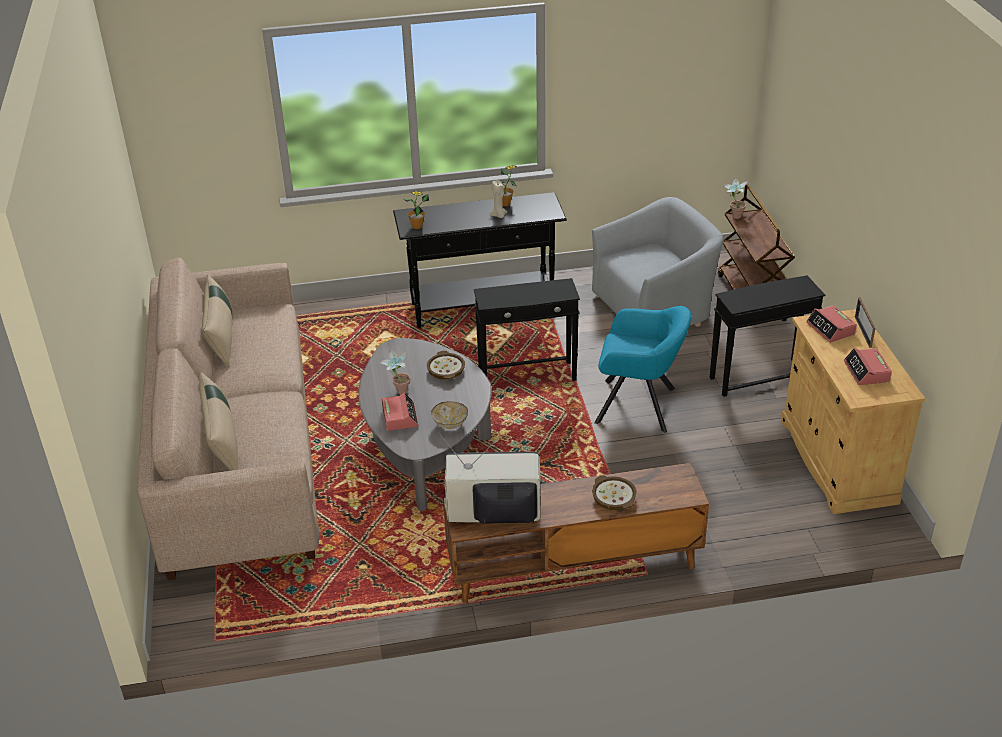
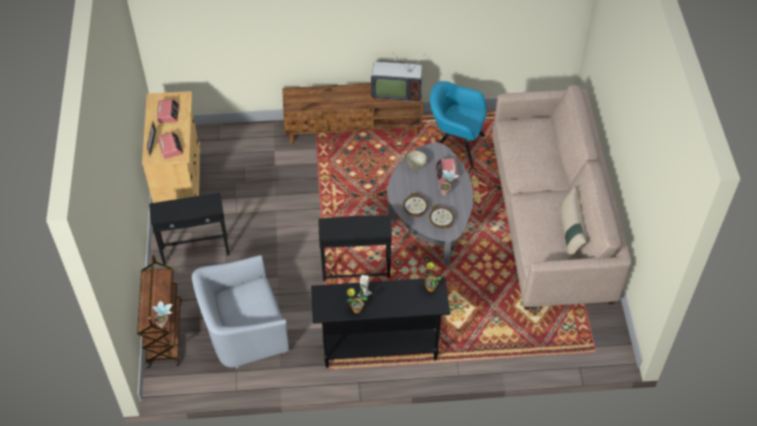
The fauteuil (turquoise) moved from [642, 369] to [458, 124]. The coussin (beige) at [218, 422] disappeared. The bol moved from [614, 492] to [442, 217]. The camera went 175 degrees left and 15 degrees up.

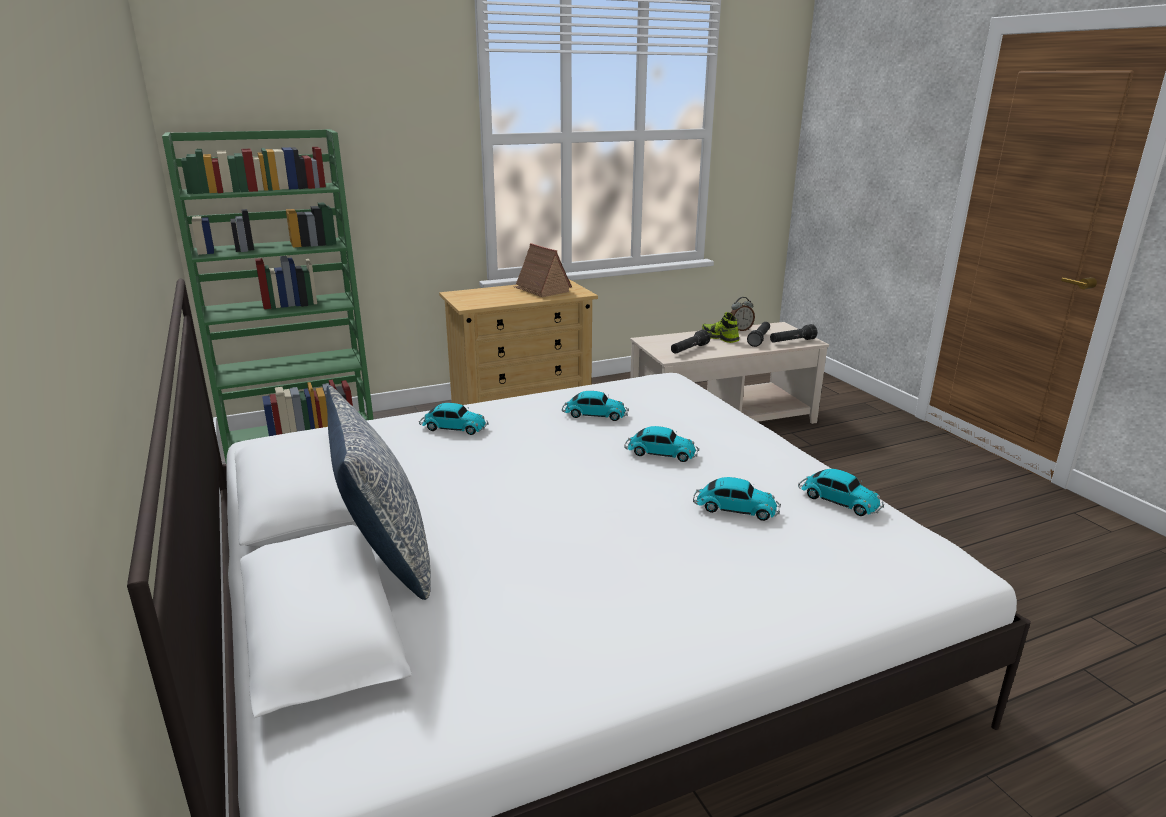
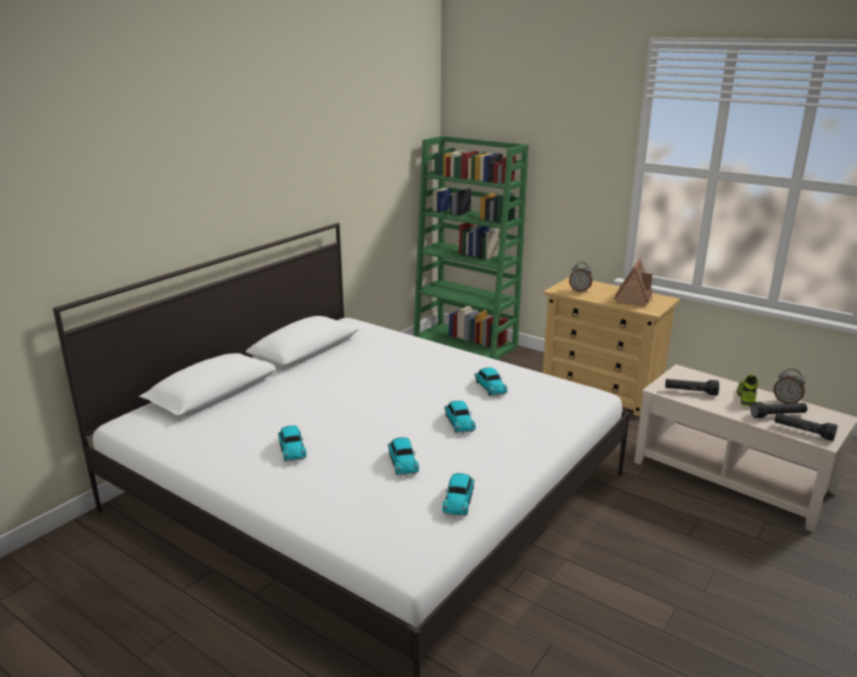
The coussin at [378, 492] disappeared. The petite voiture moved from [453, 419] to [292, 444]. The réveil at [580, 277] appeared. The camera went 60 degrees right and 0 degrees up.

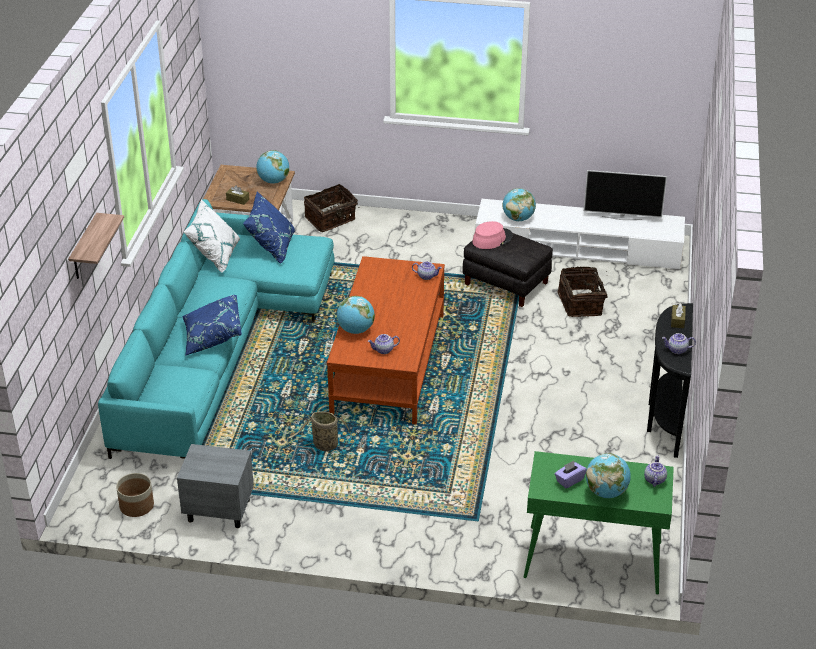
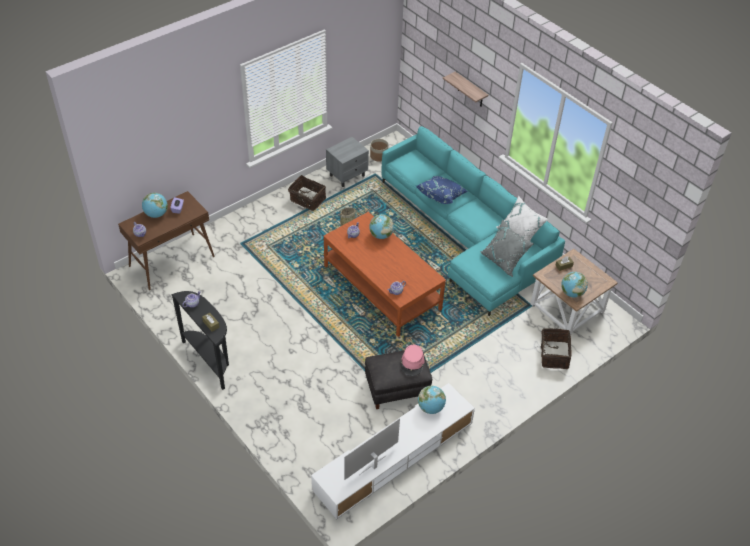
The coussin (bleu) at [269, 227] became the coussin (gris) at [507, 248]. The panier moved from [583, 291] to [307, 193]. The table console (vert) at [599, 523] became the table console (marron) at [166, 240]. The camera went 130 degrees right and 10 degrees up.

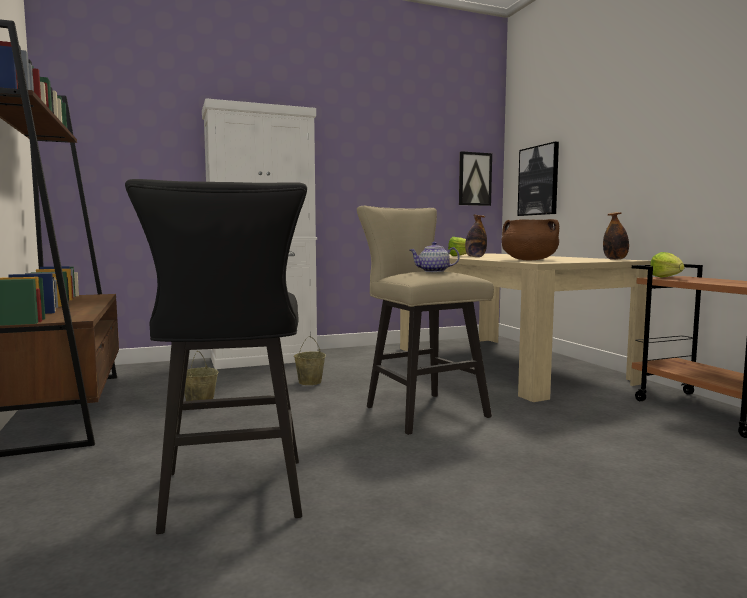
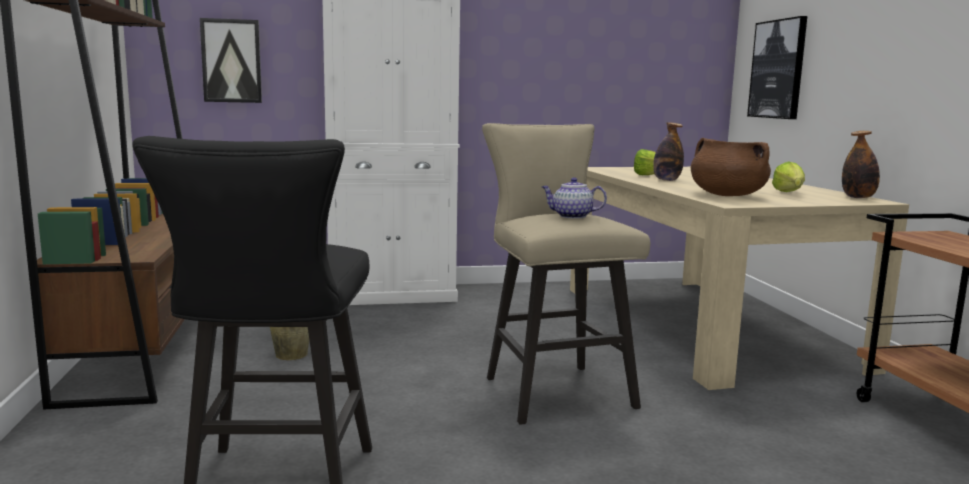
The tableau moved from [475, 178] to [231, 60]. The laitue moved from [667, 265] to [788, 176]. The seau (beige) at [310, 360] disappeared. The camera went 10 degrees right and 5 degrees up.

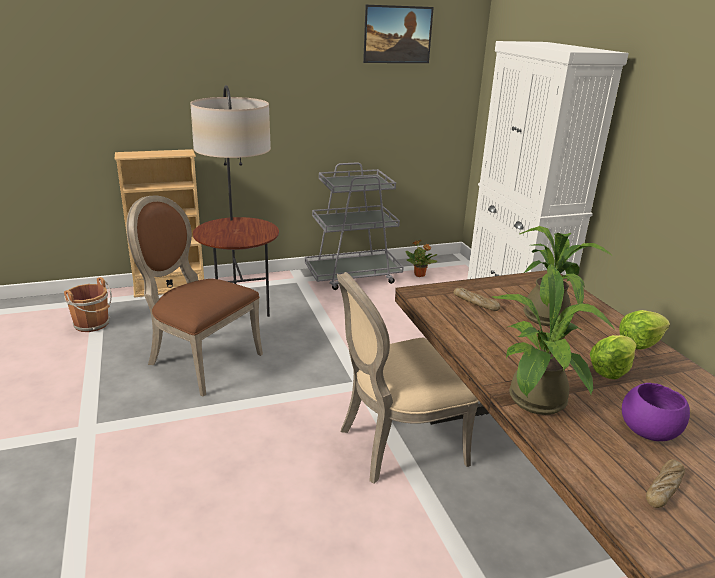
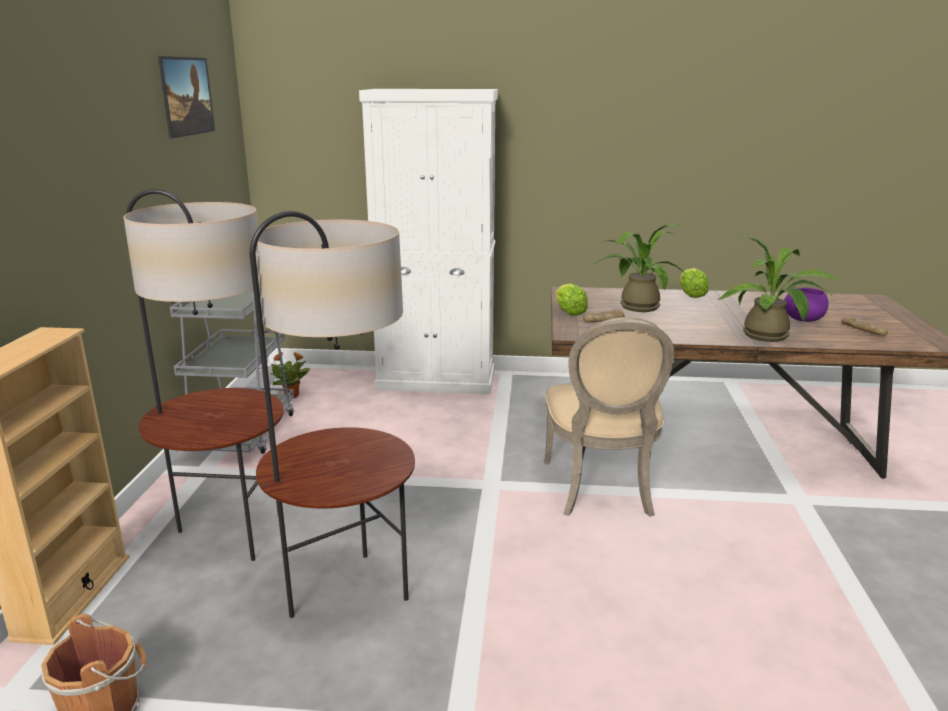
The chaise (marron) at [194, 296] was replaced by the lampadaire at [332, 414]. The laitue moved from [613, 357] to [572, 300]. The camera went 65 degrees left and 5 degrees down.

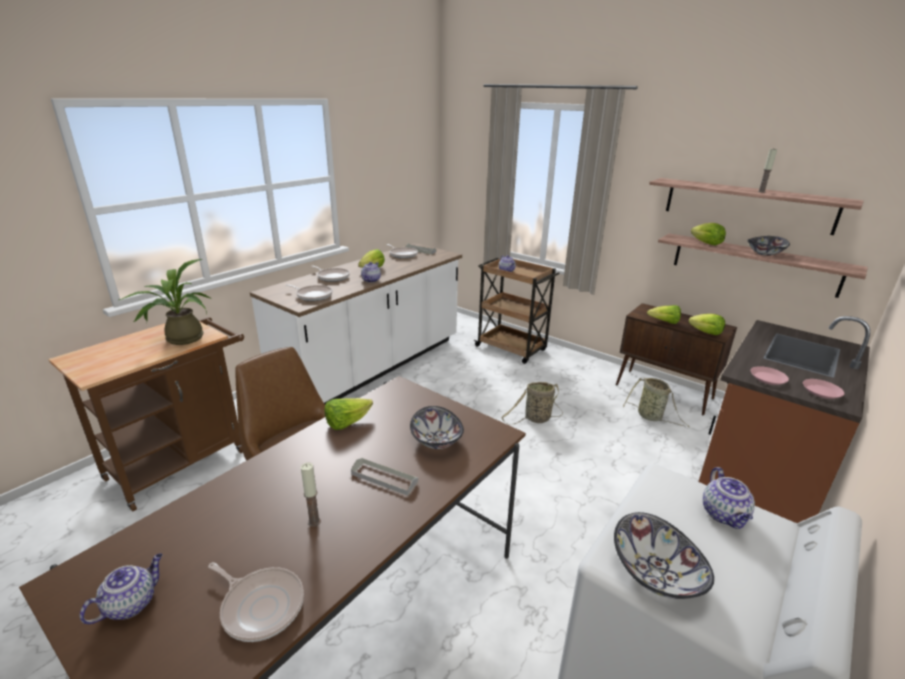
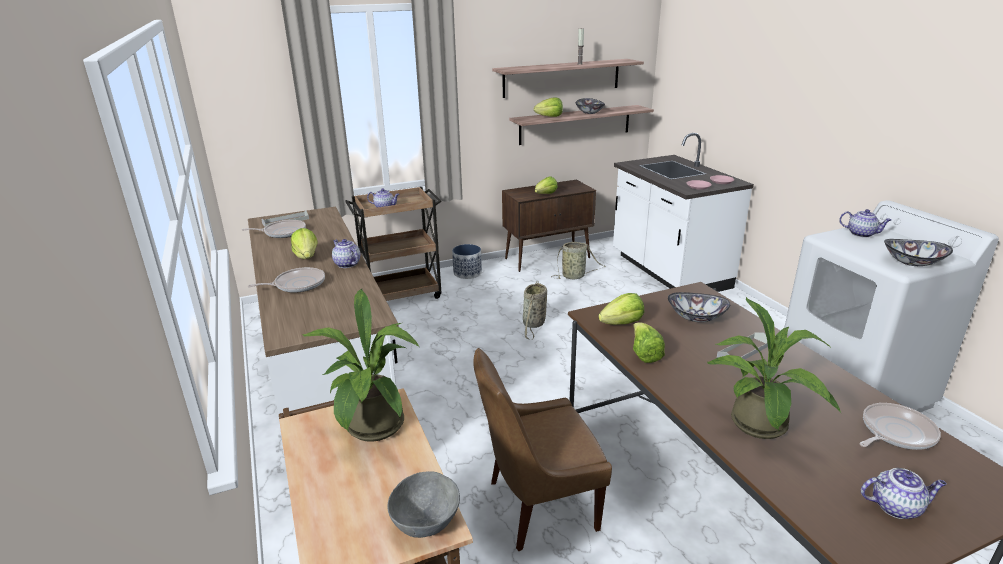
The poêle at [309, 292] disappeared. The laitue moved from [706, 324] to [621, 309]. The comptoir de cuisine (marron) at [784, 420] became the comptoir de cuisine (blanc) at [683, 212]. The bougie at [311, 494] disappeared. The théière at [121, 588] turned 120 degrees clockwise. The cache-pot at [467, 261] appeared. The plante en pot at [774, 368] appeared. The bol (gris) at [423, 505] appeared. The camera went 60 degrees left and 0 degrees up.

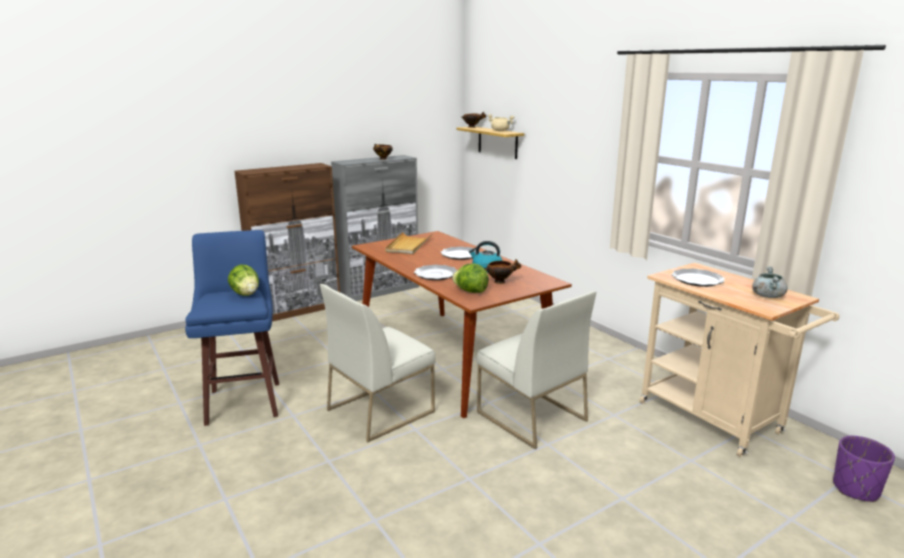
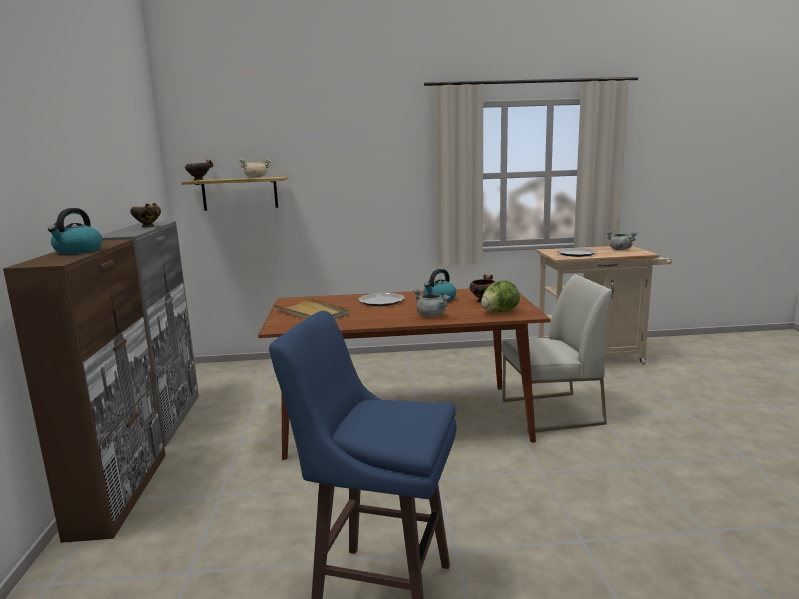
The laitue at [243, 280] disappeared. The assiette at [435, 272] was replaced by the marmite (gris) at [432, 303]. The chaise (blanc) at [378, 363] disappeared. The cache-pot (violet) at [864, 469] disappeared. The bouilloire at [75, 231] appeared. The camera went 60 degrees left and 5 degrees down.

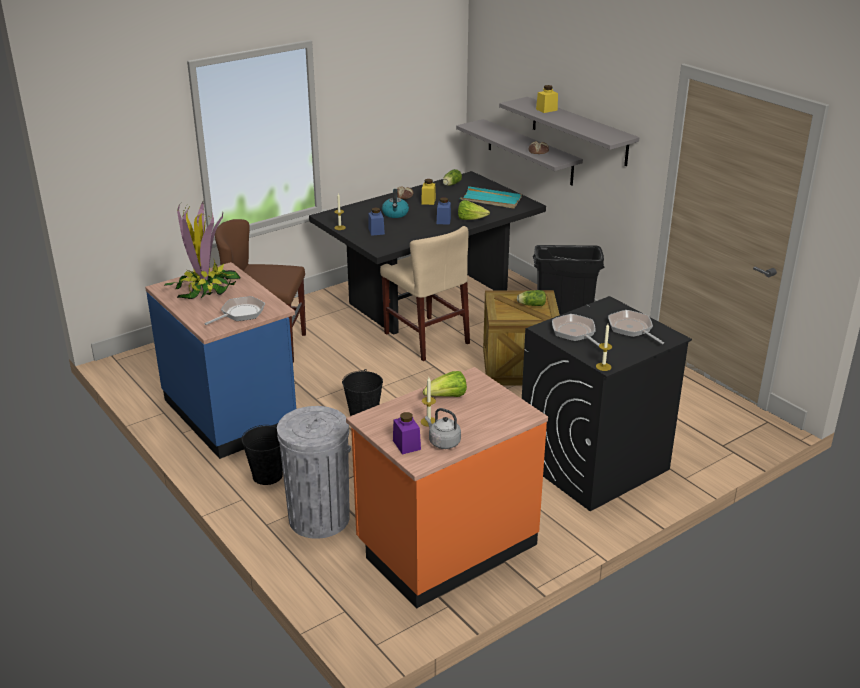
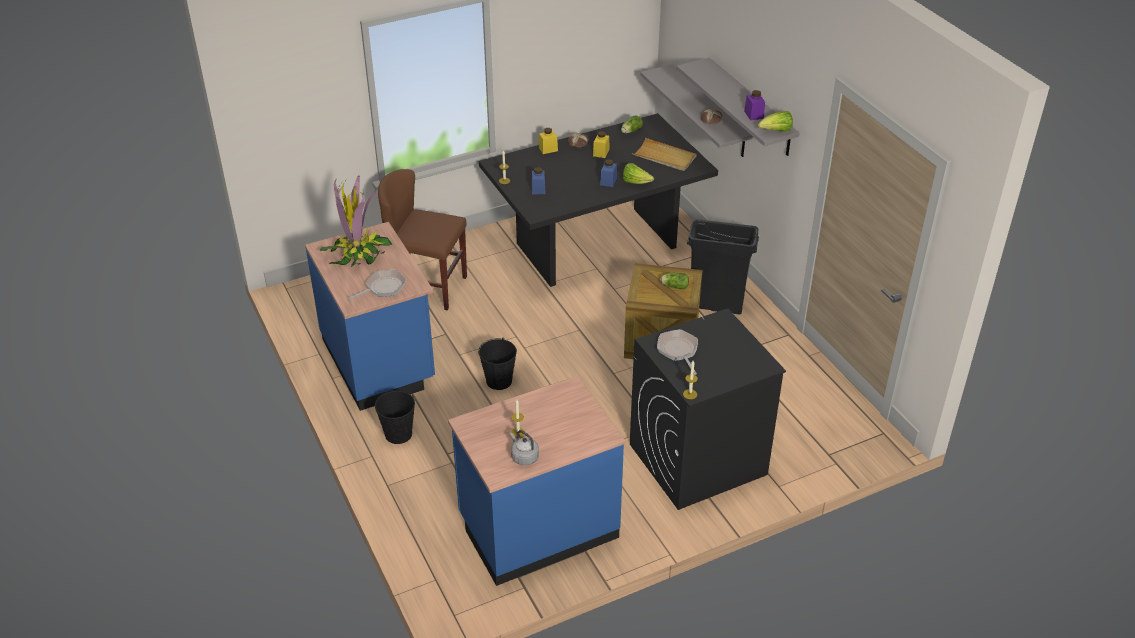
The bocal (jaune) moved from [547, 99] to [548, 141]. The plateau (turquoise) at [491, 197] became the plateau (beige) at [664, 154]. The bouilloire at [395, 203] disappeared. The chaise (beige) at [425, 293] disappeared. The poêle at [636, 327] disappeared. The comptoir de cuisine (orange) at [447, 488] became the comptoir de cuisine (bleu) at [536, 481]. The laitue moved from [445, 384] to [775, 121]. The poubelle (gris) at [314, 472] disappeared. The bocal (violet) moved from [407, 433] to [754, 105]. The camera went 10 degrees right and 10 degrees up.

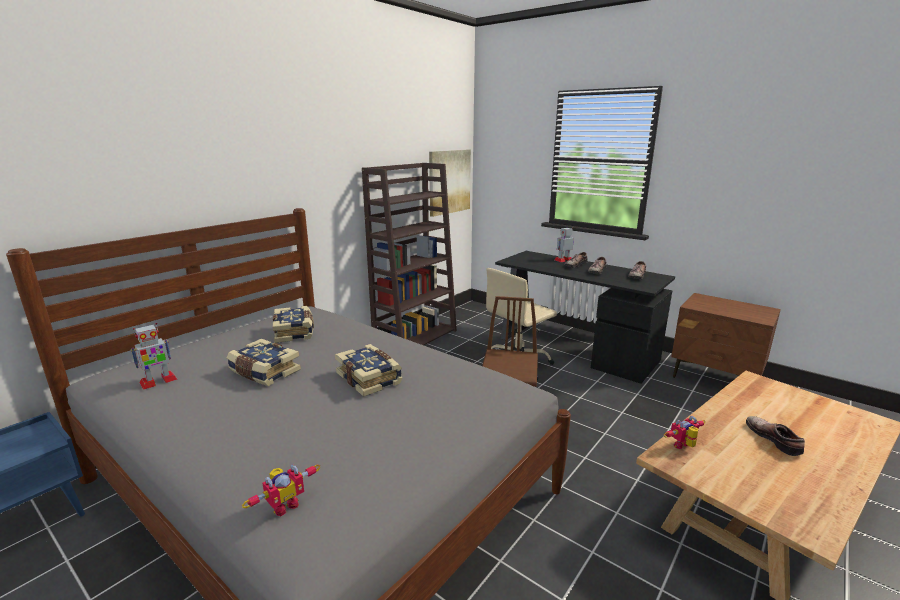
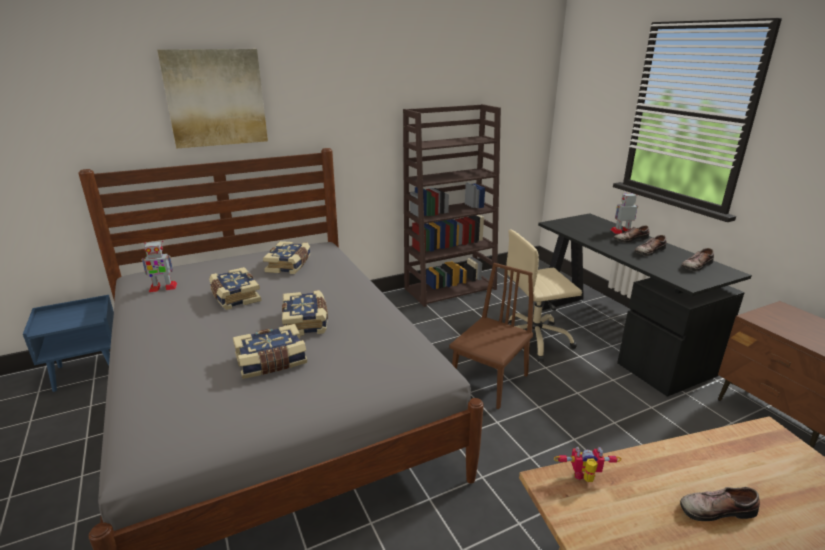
The tableau moved from [450, 183] to [212, 98]. The chaussure at [775, 436] turned 105 degrees counterclockwise. The robot jouet at [281, 490] disappeared. The livre at [270, 351] appeared. The camera went 25 degrees right and 5 degrees up.

